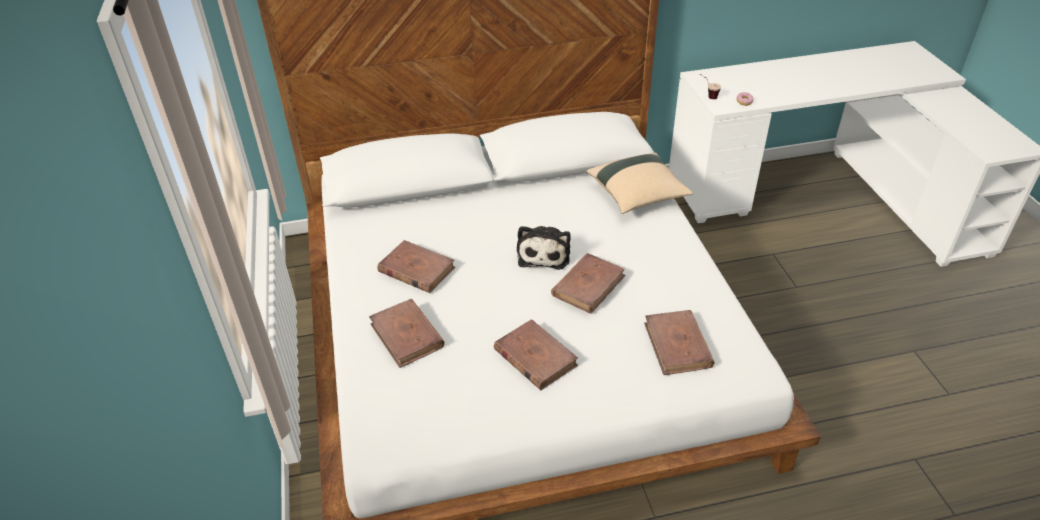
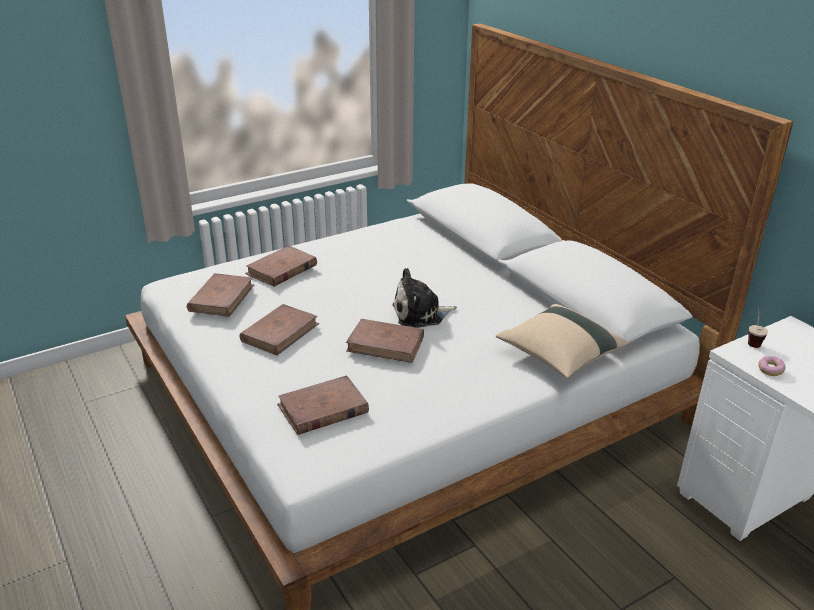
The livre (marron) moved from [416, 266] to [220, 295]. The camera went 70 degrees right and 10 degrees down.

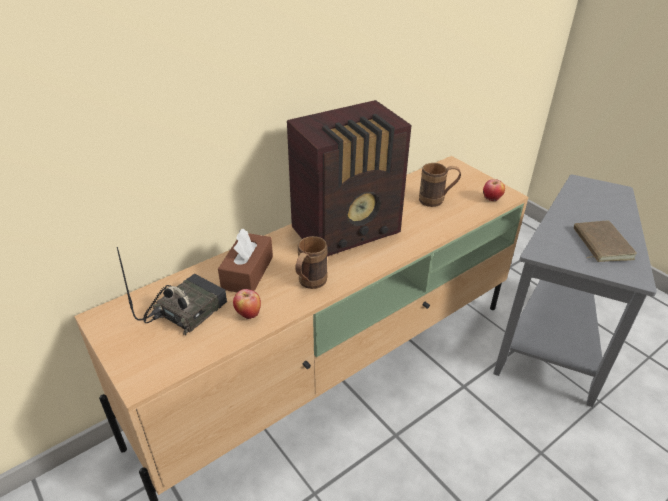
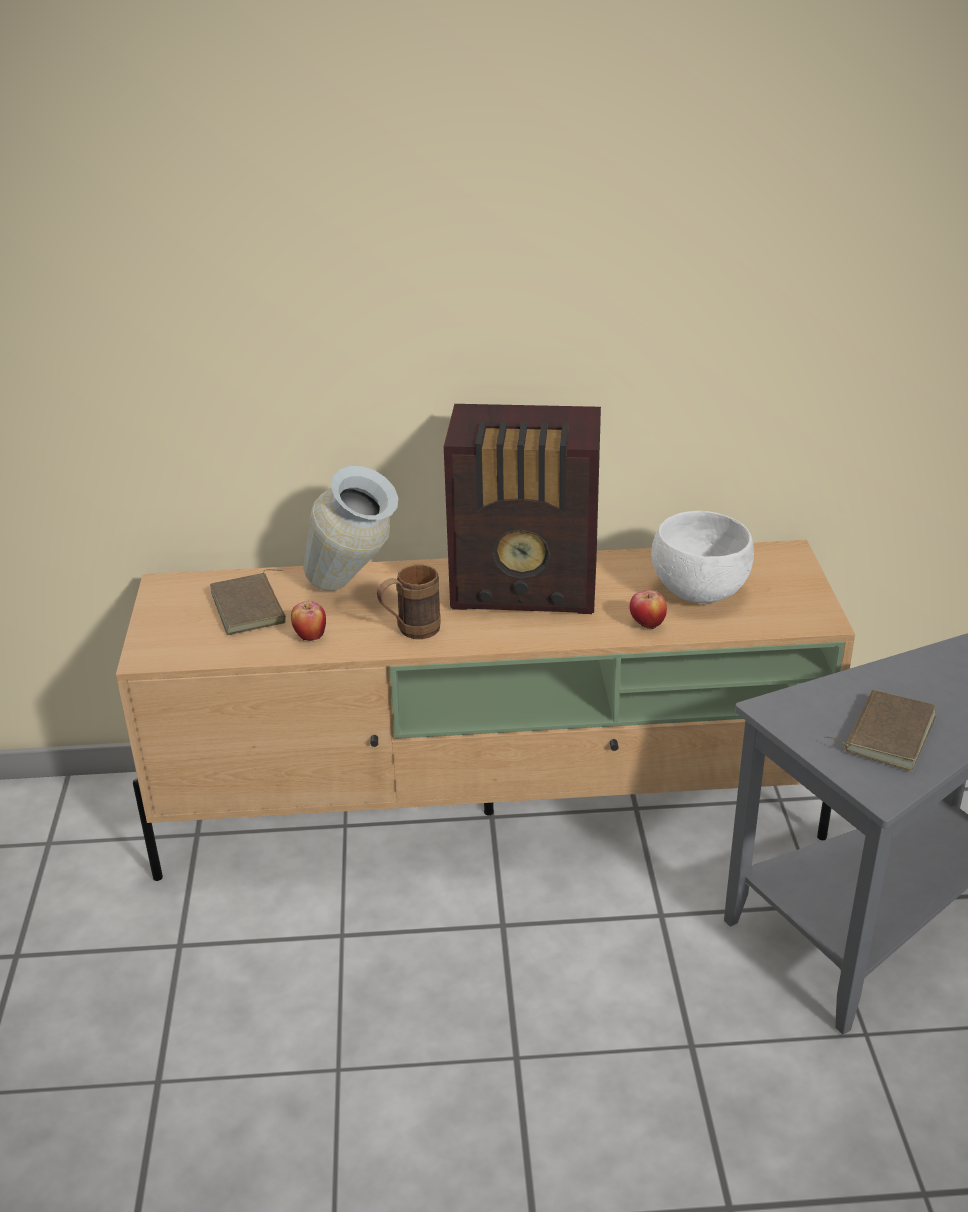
The mug (marron) at [440, 185] was replaced by the bol (blanc) at [702, 557]. The pomme moved from [494, 190] to [648, 609]. The boîte à mouchoirs (marron) at [245, 260] was replaced by the vase at [350, 528]. The radio at [172, 291] was replaced by the livre (marron) at [247, 602]. The camera went 35 degrees right and 5 degrees down.

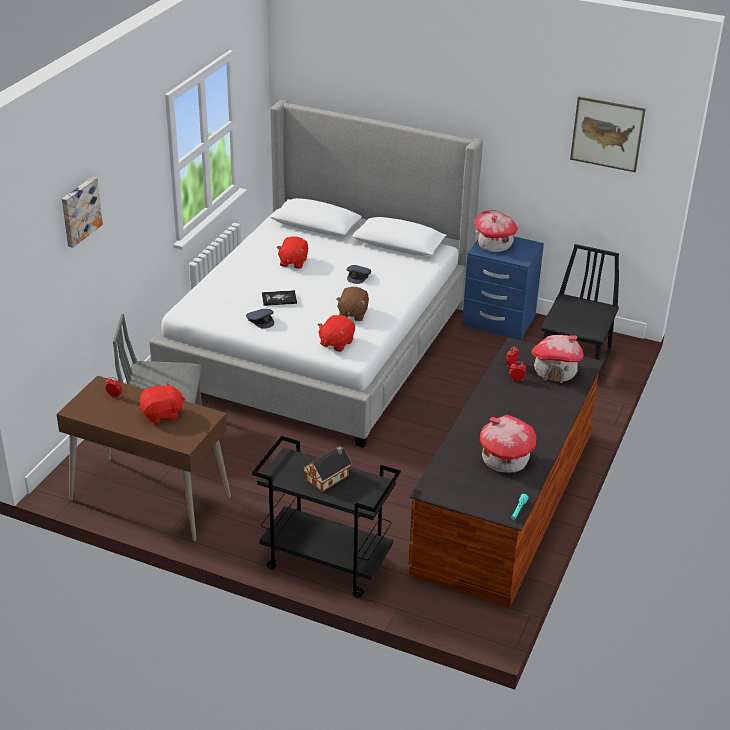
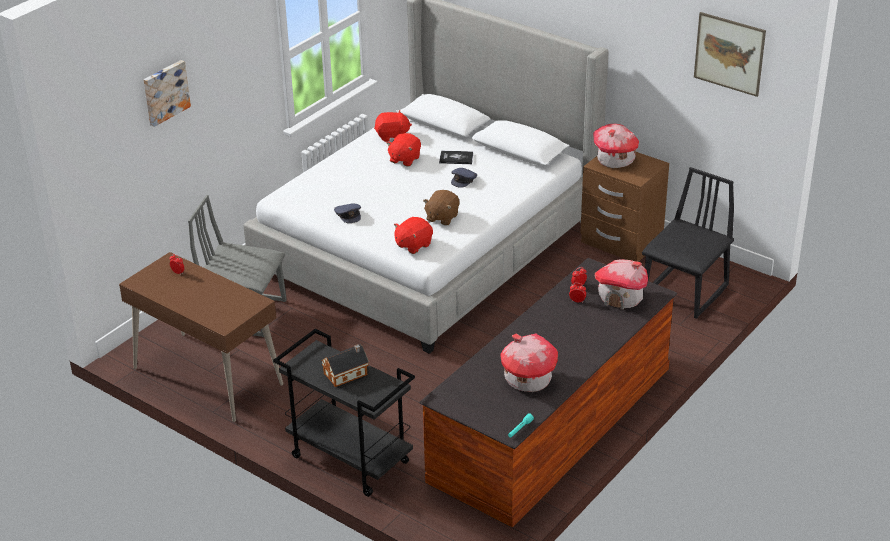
The table de chevet (bleu) at [503, 288] became the table de chevet (marron) at [624, 207]. The livre moved from [279, 298] to [456, 157]. The peluche (rouge) moved from [163, 403] to [393, 126]. The camera went 15 degrees right and 0 degrees up.

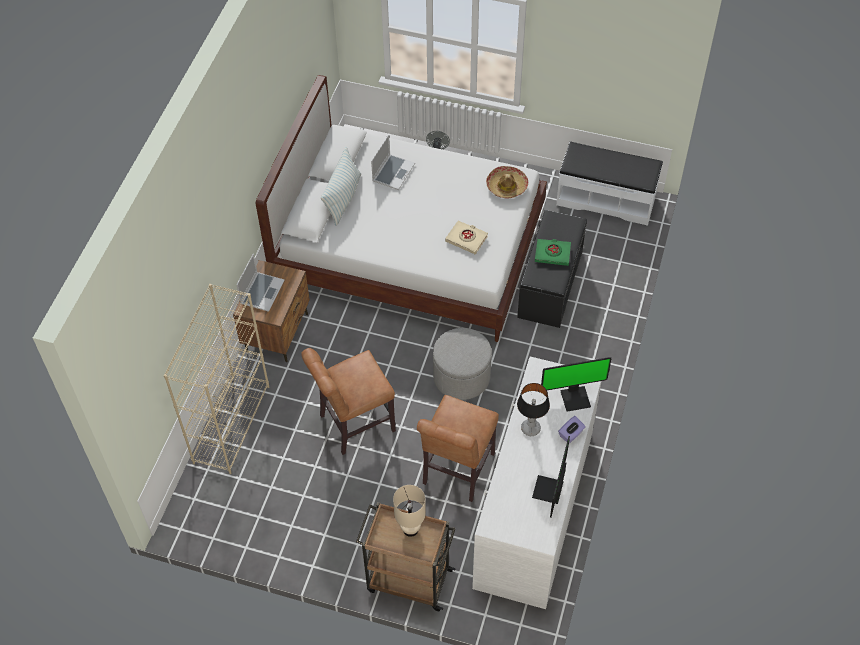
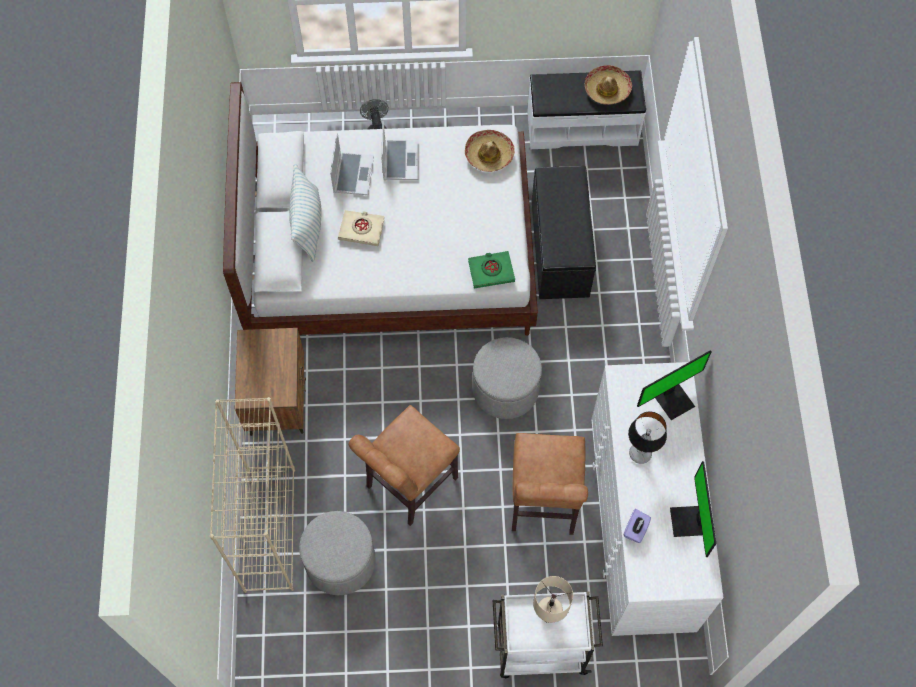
The livre (beige) moved from [466, 238] to [361, 228]. The livre (vert) moved from [553, 252] to [491, 269]. The ordinateur portable moved from [261, 283] to [400, 150]. The boîte à mouchoirs (violet) moved from [572, 429] to [637, 526]. The chariot (marron) at [406, 556] became the chariot (blanc) at [548, 634]. The chapeau at [608, 85] appeared. The pouf (gris) at [337, 553] appeared. The camera went 20 degrees left and 10 degrees up.

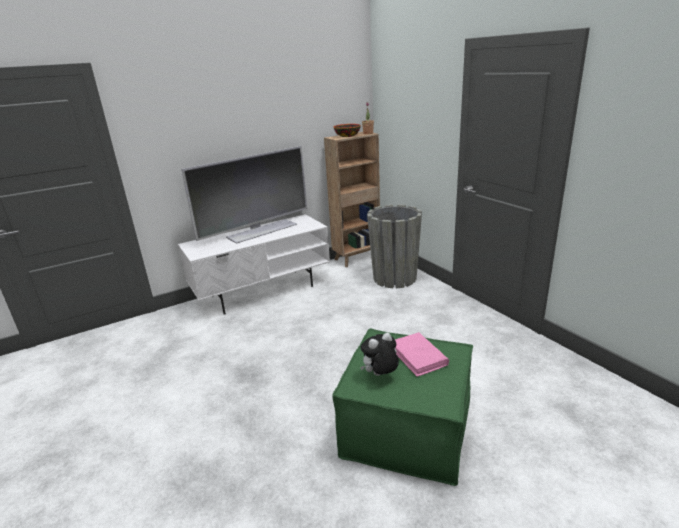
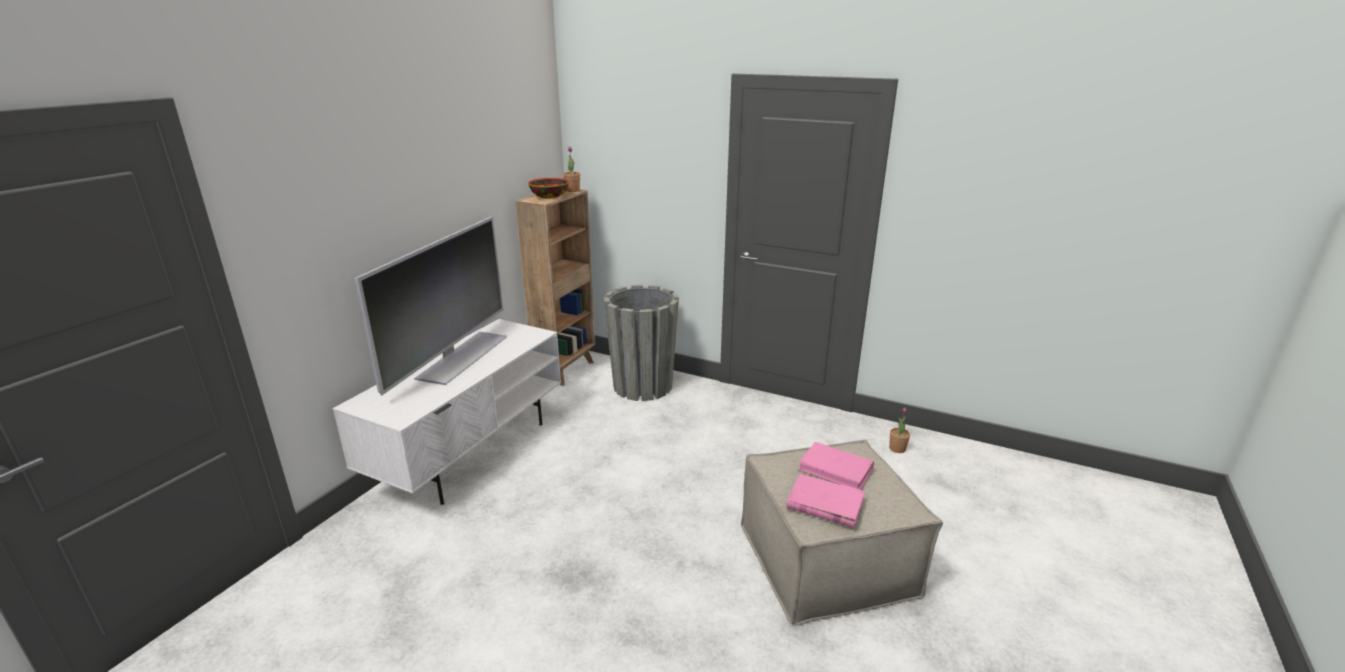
The pouf (vert) at [402, 407] became the pouf (beige) at [842, 533]. The peluche at [379, 354] was replaced by the livre (rose) at [825, 501]. The plante en pot at [899, 430] appeared. The camera went 35 degrees left and 0 degrees up.

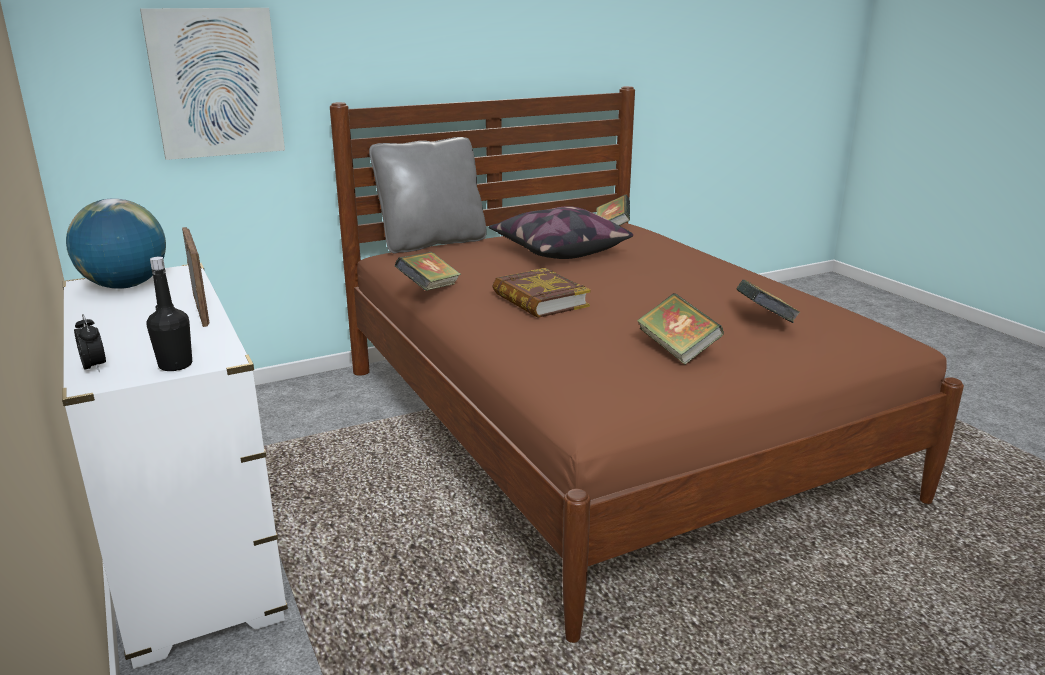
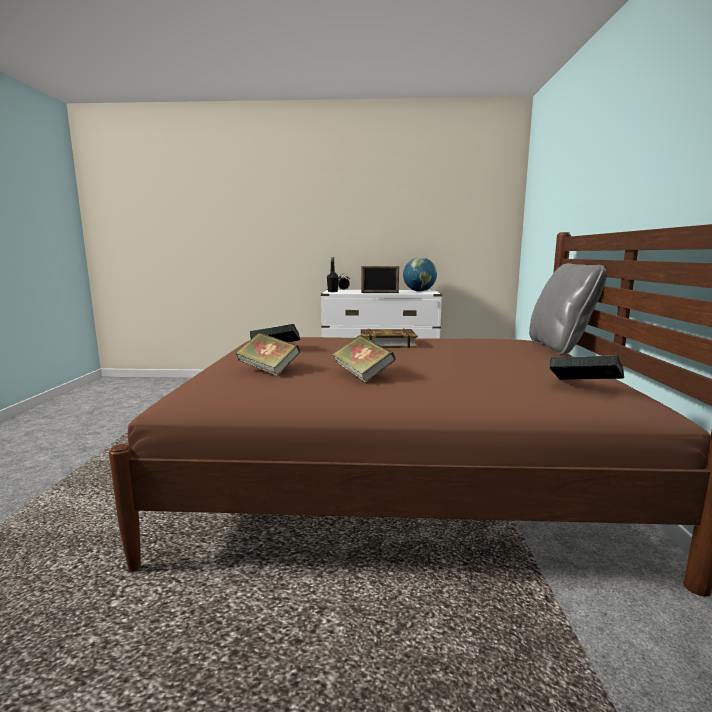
The tableau at [212, 84] disappeared. The coussin at [561, 232] disappeared. The livre moved from [427, 271] to [363, 359]. The camera went 120 degrees right and 10 degrees down.

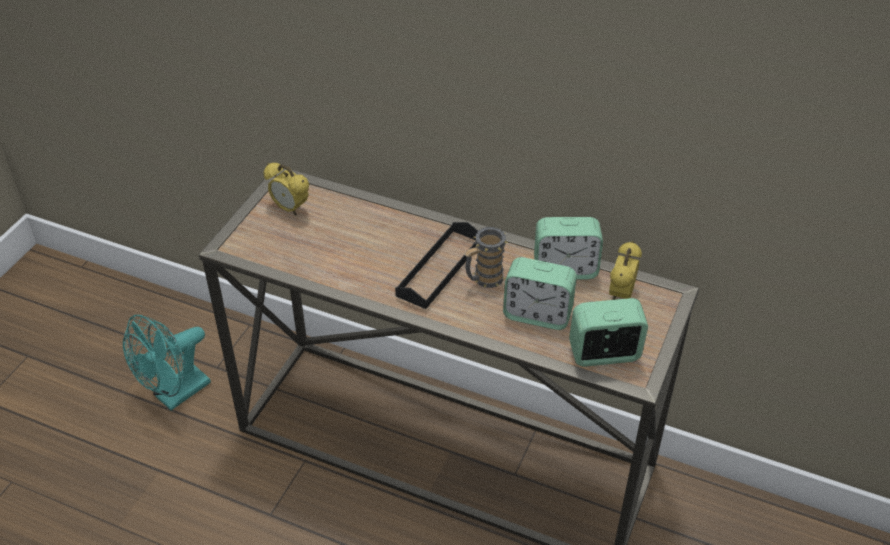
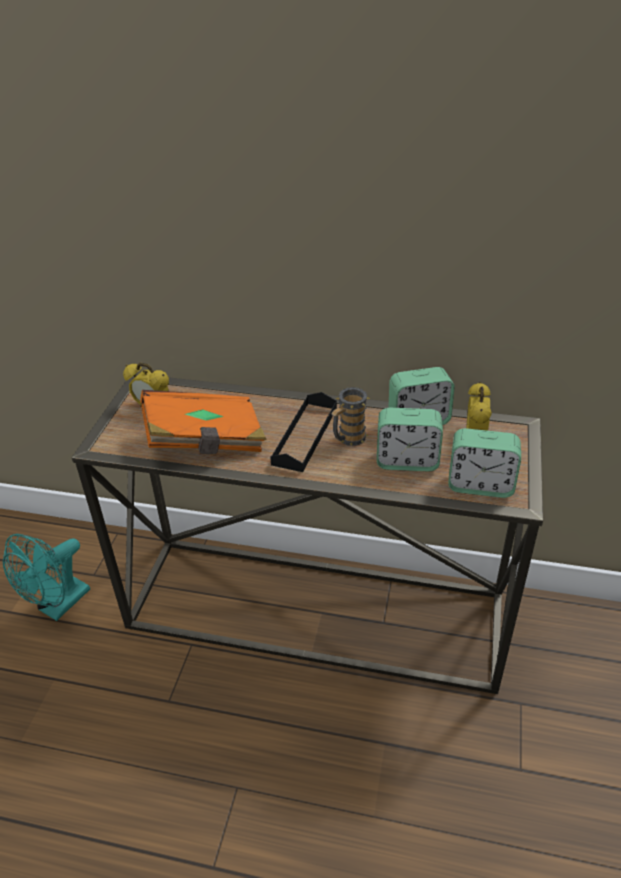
The réveil at [608, 332] turned 150 degrees counterclockwise. The livre (orange) at [203, 422] appeared. The camera went 10 degrees left and 5 degrees down.

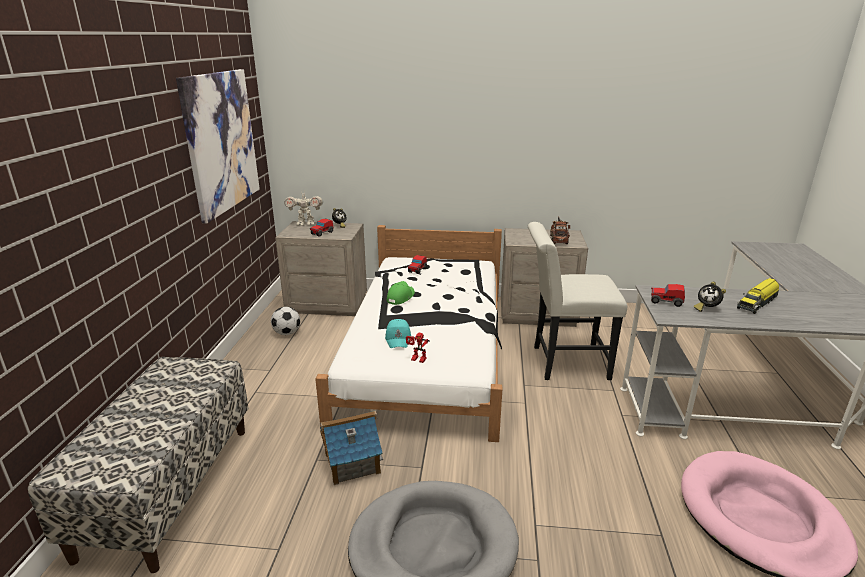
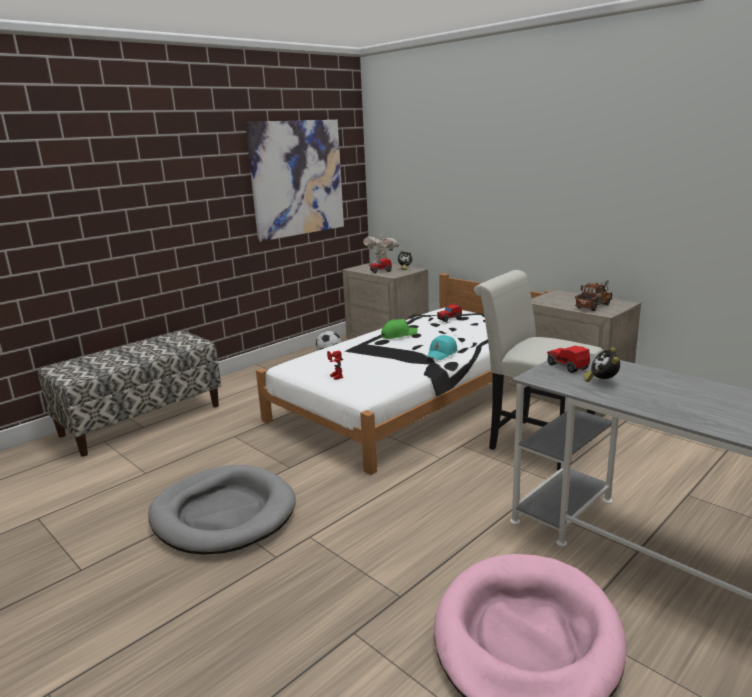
The camion jouet at [758, 296] disappeared. The casquette (turquoise) moved from [398, 333] to [442, 347]. The maison miniature at [351, 448] disappeared. The camera went 40 degrees right and 5 degrees down.

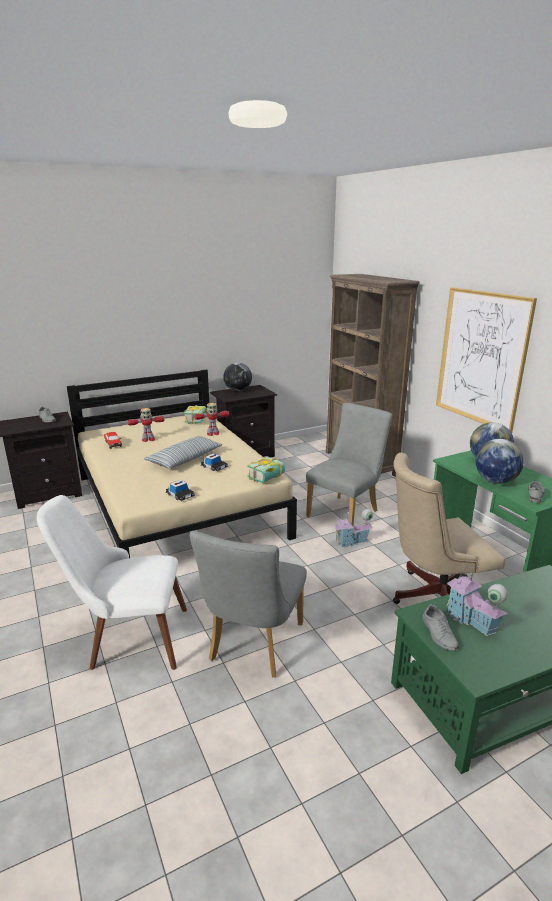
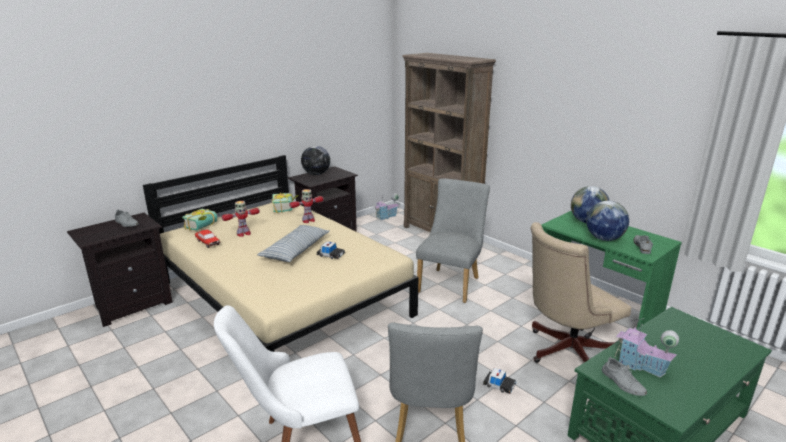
The tableau at [486, 360] disappeared. The livre moved from [266, 470] to [199, 220]. The petite voiture moved from [180, 490] to [499, 381]. The maison miniature moved from [353, 528] to [386, 206]. The camera went 15 degrees left and 0 degrees up.

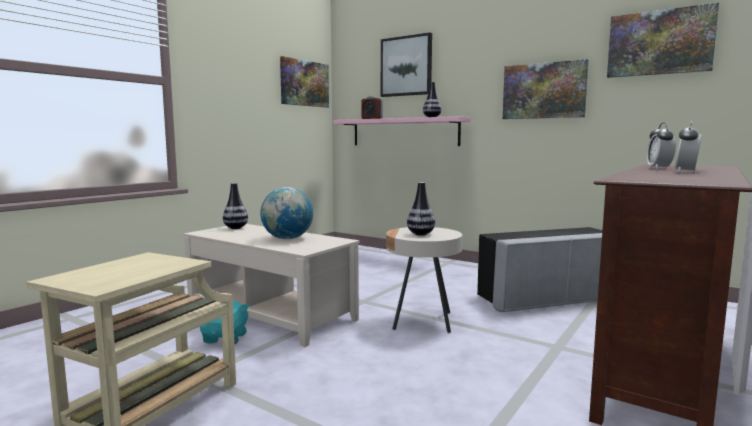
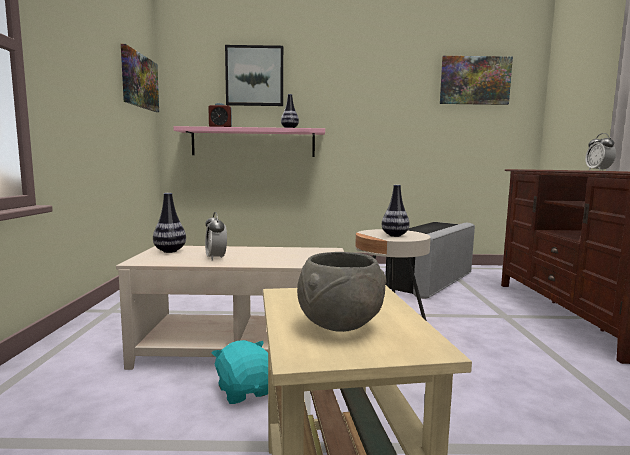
The tableau at [545, 89] disappeared. The réveil moved from [661, 145] to [216, 236]. The globe at [286, 213] disappeared. The bol (gris) at [342, 292] appeared. The camera went 35 degrees left and 0 degrees up.

